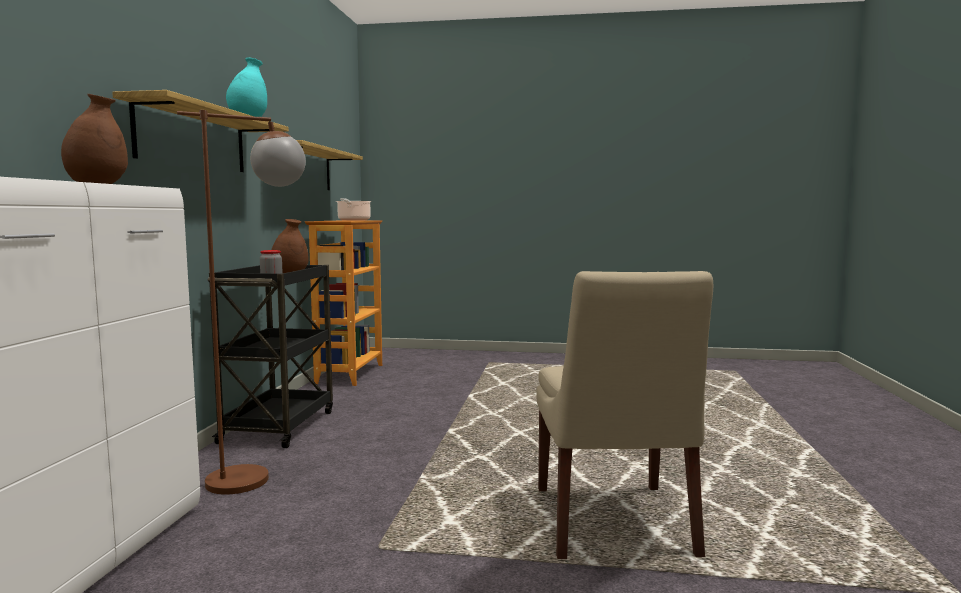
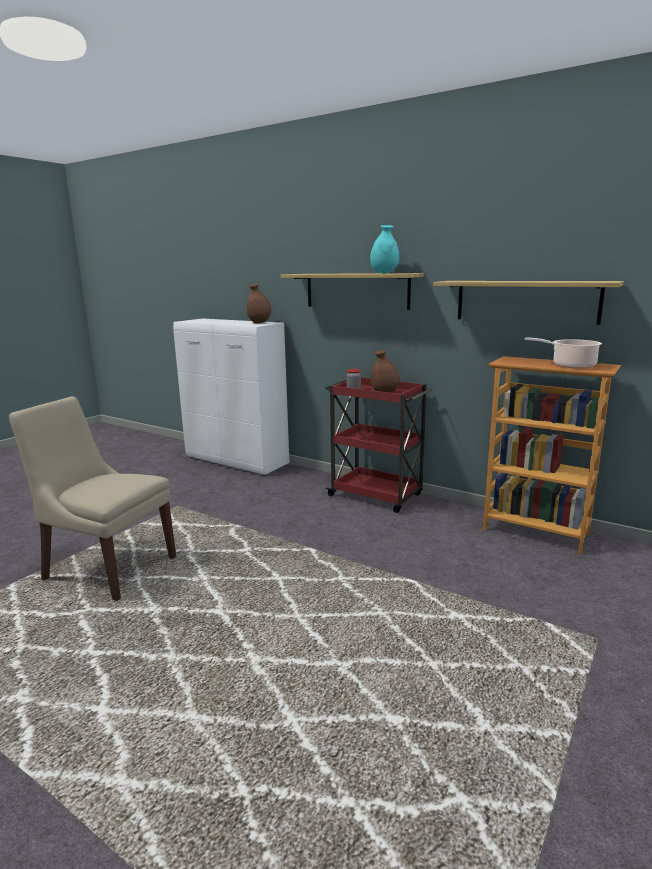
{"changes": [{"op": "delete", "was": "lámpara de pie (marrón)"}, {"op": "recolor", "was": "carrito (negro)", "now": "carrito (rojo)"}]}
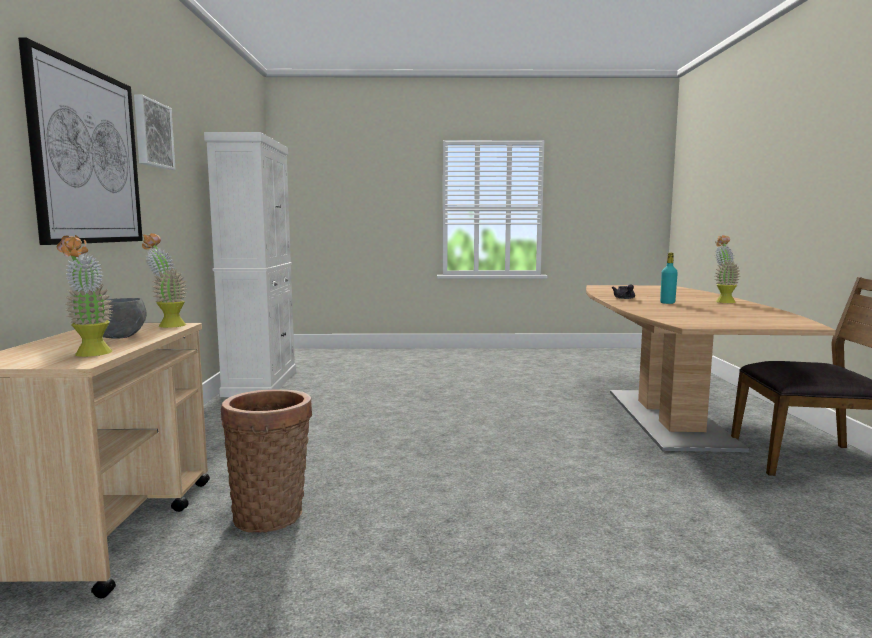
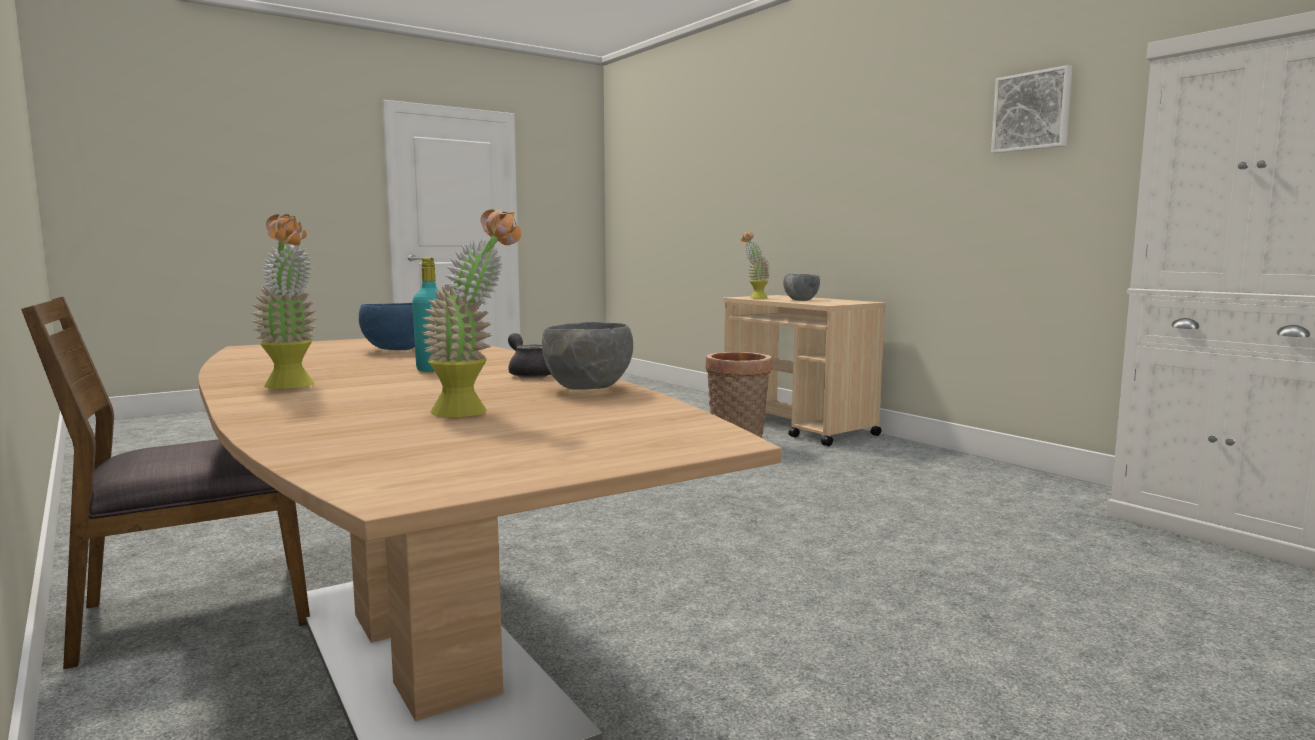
{"changes": [{"op": "delete", "was": "cuadro (1st from left)"}, {"op": "move", "was": "planta en maceta (2nd from left)"}, {"op": "insert", "now": "cuenco (azul)"}, {"op": "insert", "now": "cuenco (gris) (1st from left)"}]}
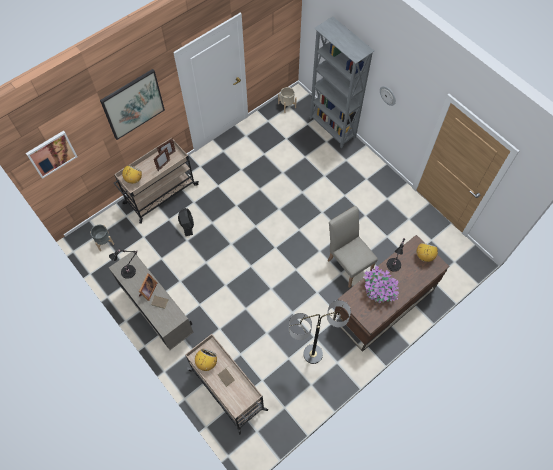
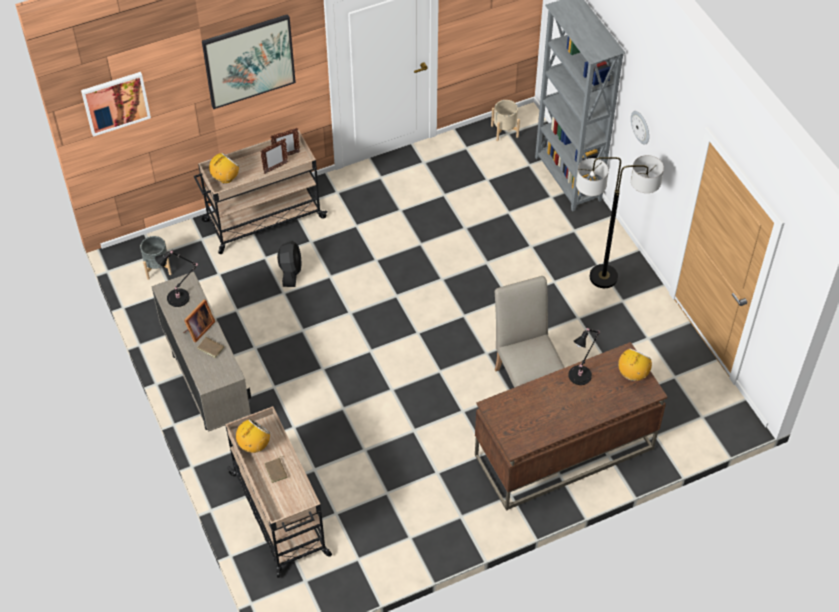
{"changes": [{"op": "move", "was": "lámpara de pie"}, {"op": "delete", "was": "planta en maceta"}]}
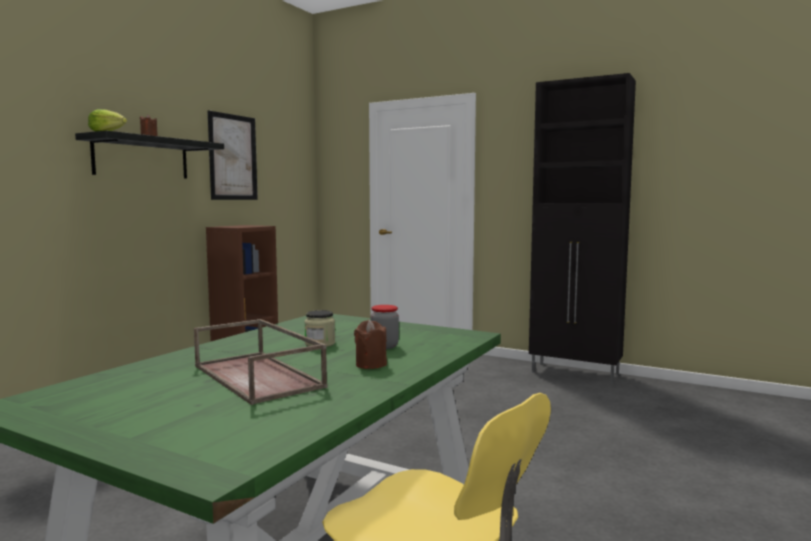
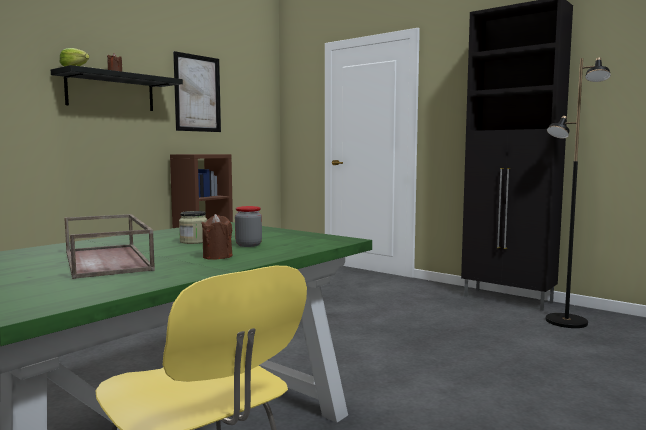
{"changes": [{"op": "insert", "now": "lámpara de pie (negro)"}]}
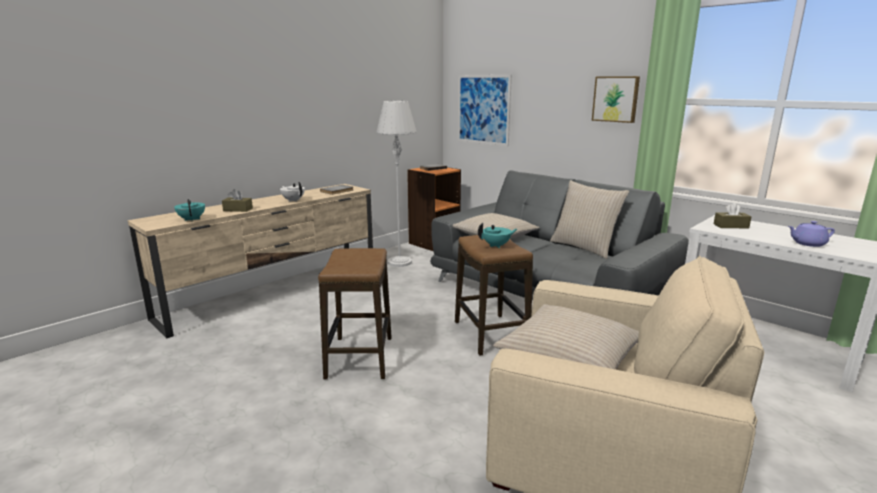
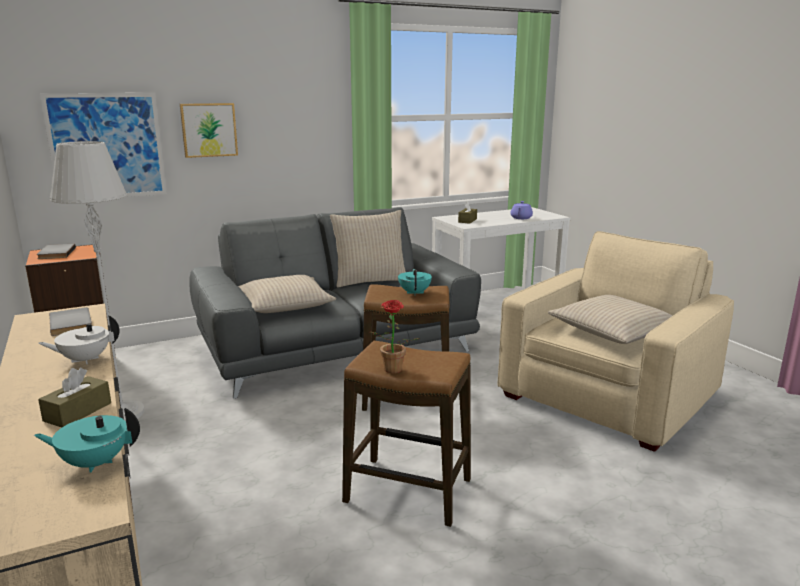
{"changes": [{"op": "move", "was": "cuadro (2nd from left)"}, {"op": "insert", "now": "planta en maceta"}]}
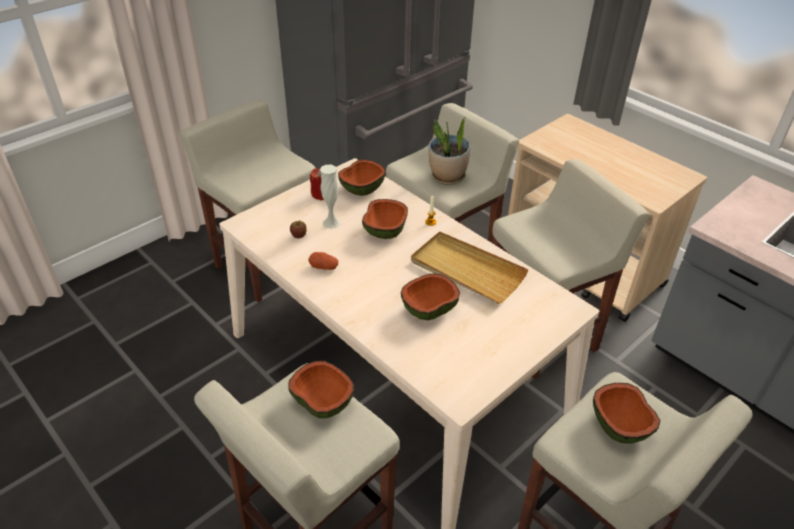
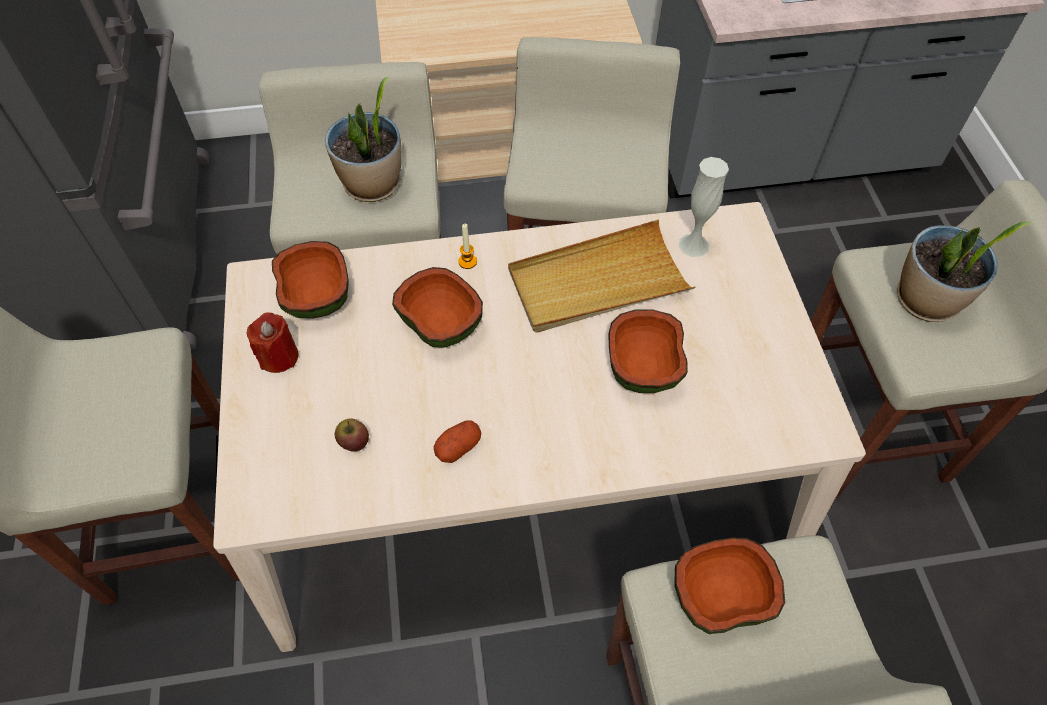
{"changes": [{"op": "move", "was": "florero (blanco)"}, {"op": "replace", "was": "cuenco (5th from left)", "now": "planta en maceta (2nd from left)"}]}
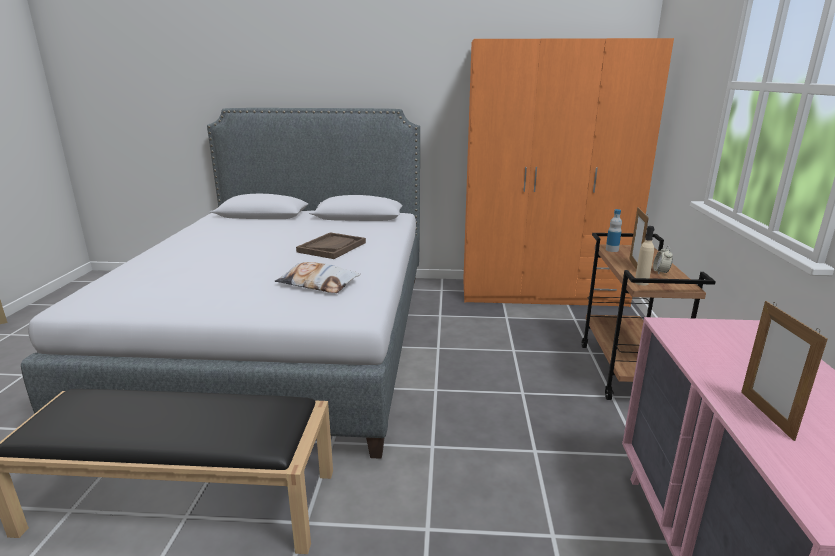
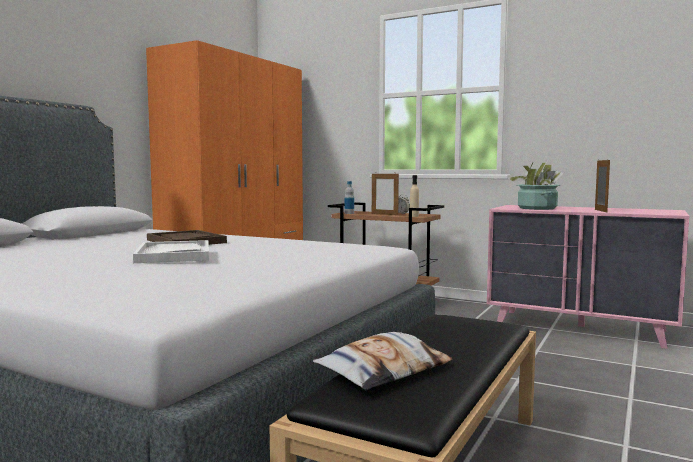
{"changes": [{"op": "move", "was": "cojín"}, {"op": "rotate", "was": "portarretratos (2nd from left)", "clockwise": -105}, {"op": "insert", "now": "bandeja (blanco)"}, {"op": "insert", "now": "planta en maceta"}]}
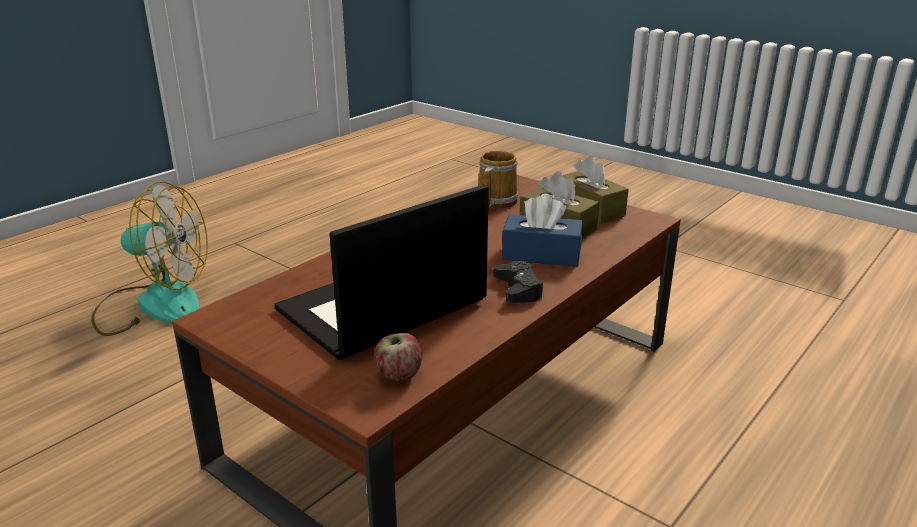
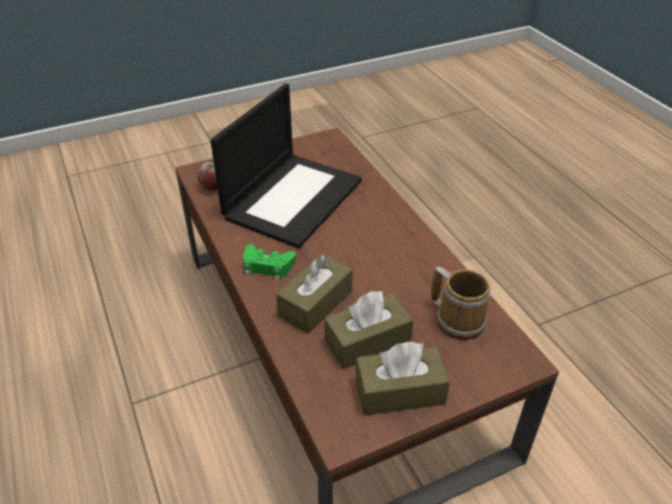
{"changes": [{"op": "delete", "was": "ventilador"}, {"op": "rotate", "was": "portátil", "clockwise": 45}, {"op": "recolor", "was": "mando de consola (negro)", "now": "mando de consola (verde)"}, {"op": "recolor", "was": "caja de pañuelos (azul)", "now": "caja de pañuelos (marrón) (1st from left)"}]}
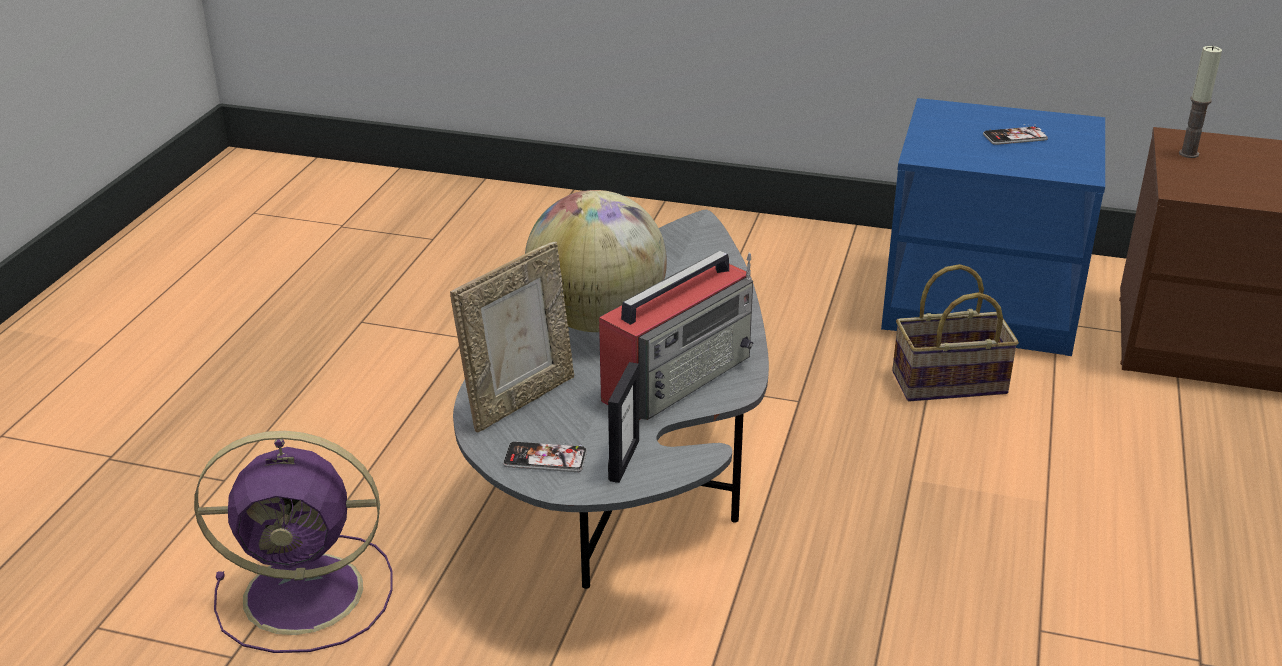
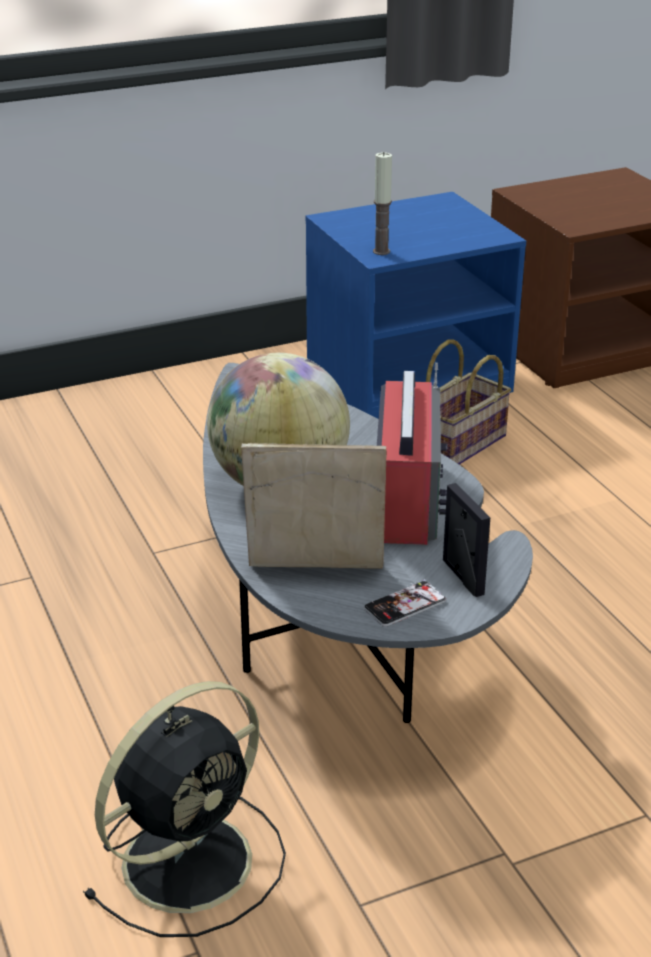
{"changes": [{"op": "recolor", "was": "ventilador (morado)", "now": "ventilador (negro)"}, {"op": "rotate", "was": "portarretratos (1st from left)", "clockwise": -90}, {"op": "delete", "was": "móvil (2nd from left)"}, {"op": "move", "was": "vela"}]}
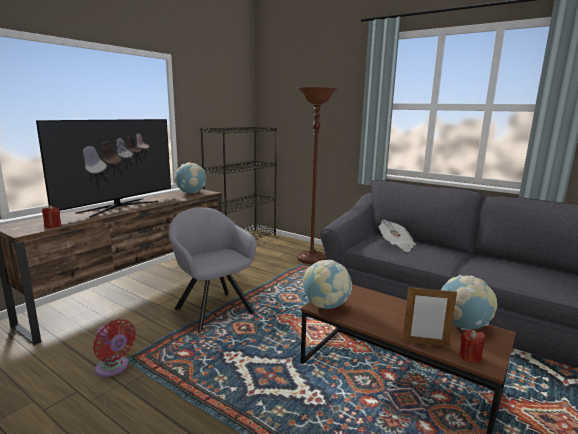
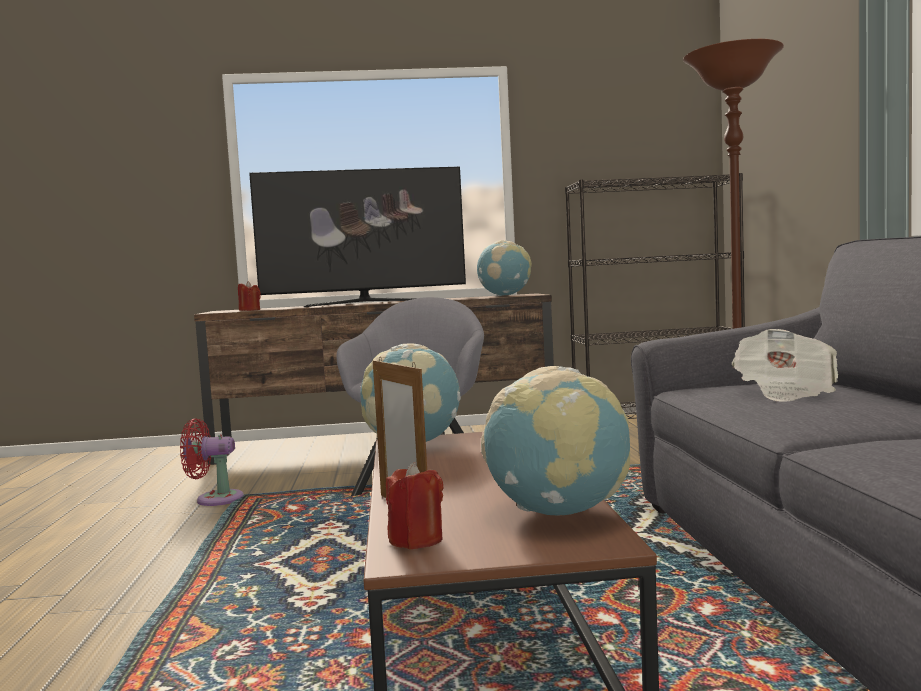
{"changes": [{"op": "rotate", "was": "ventilador (rojo)", "clockwise": 90}]}
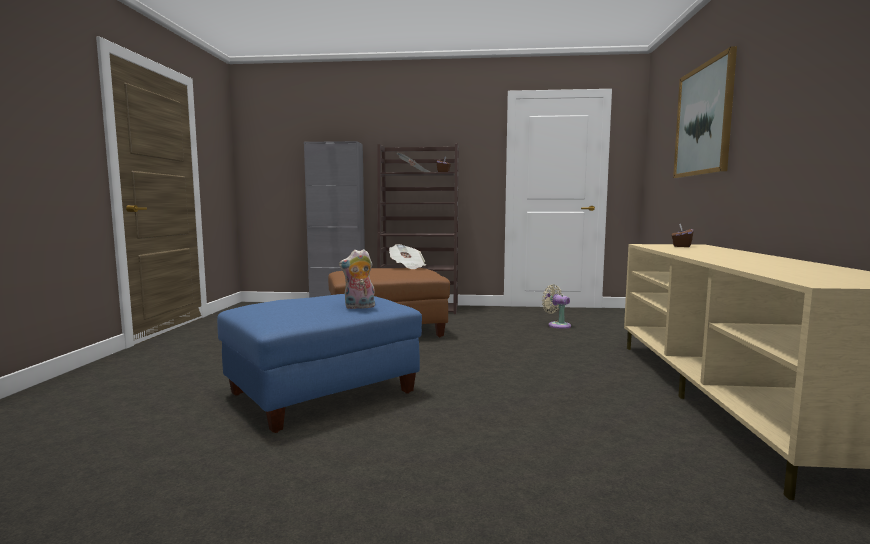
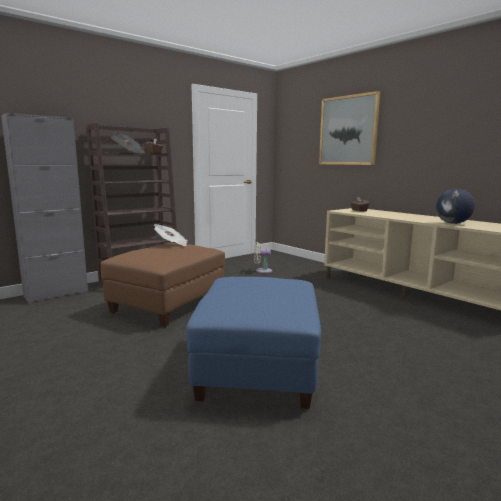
{"changes": [{"op": "delete", "was": "peluche"}, {"op": "insert", "now": "globo terráqueo"}]}
